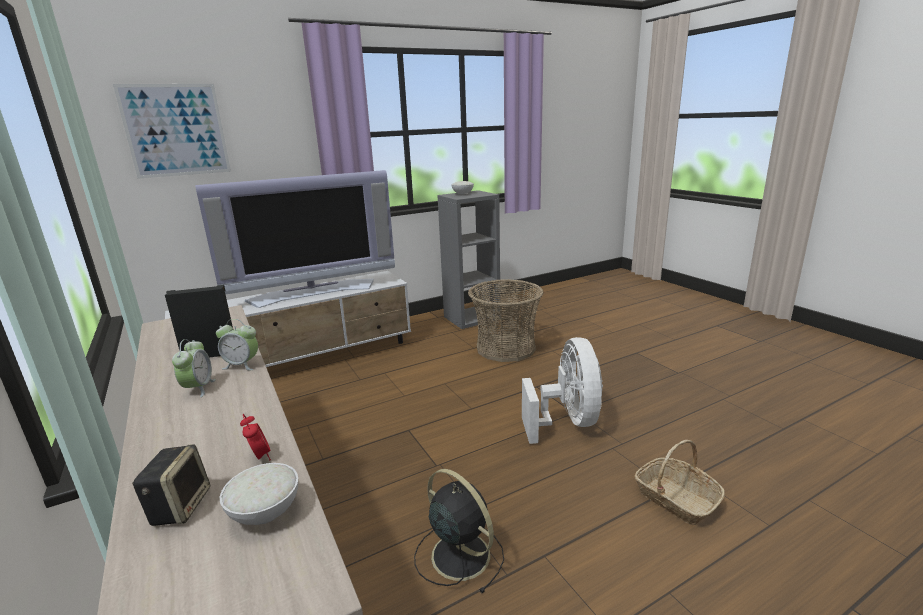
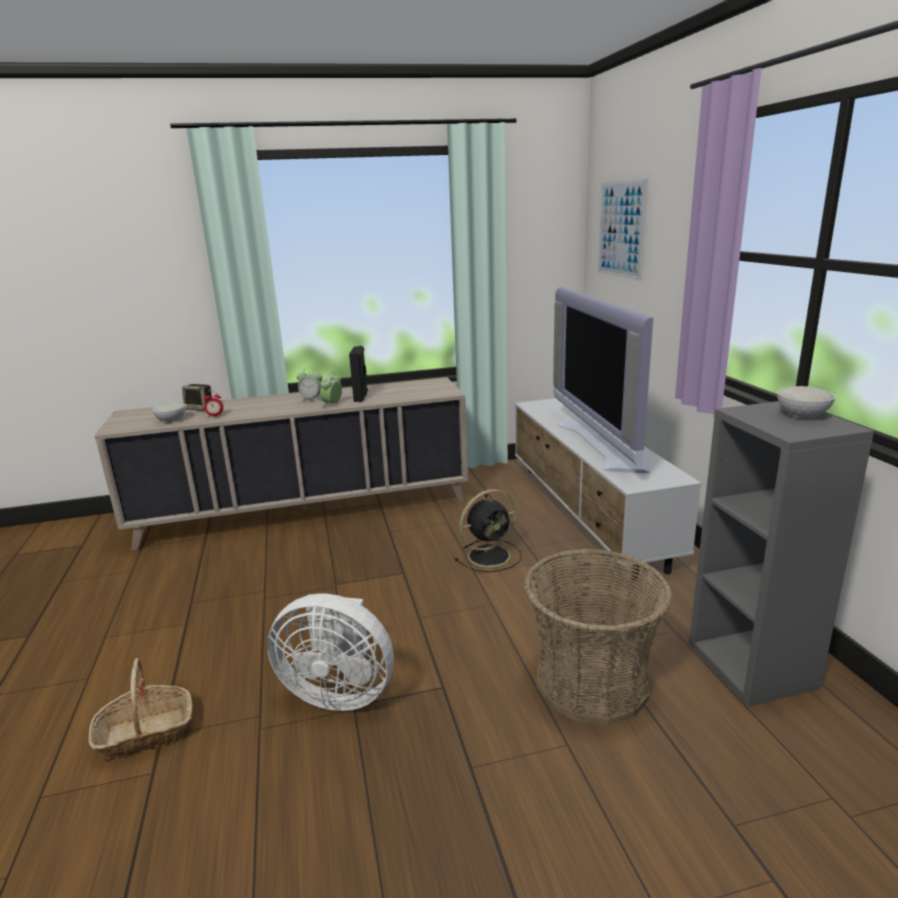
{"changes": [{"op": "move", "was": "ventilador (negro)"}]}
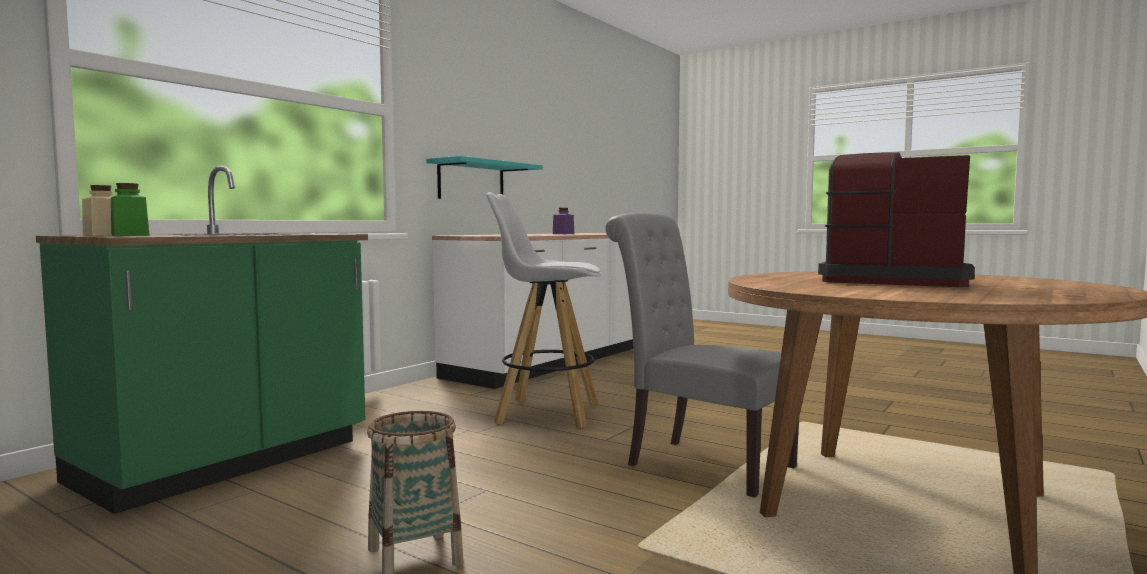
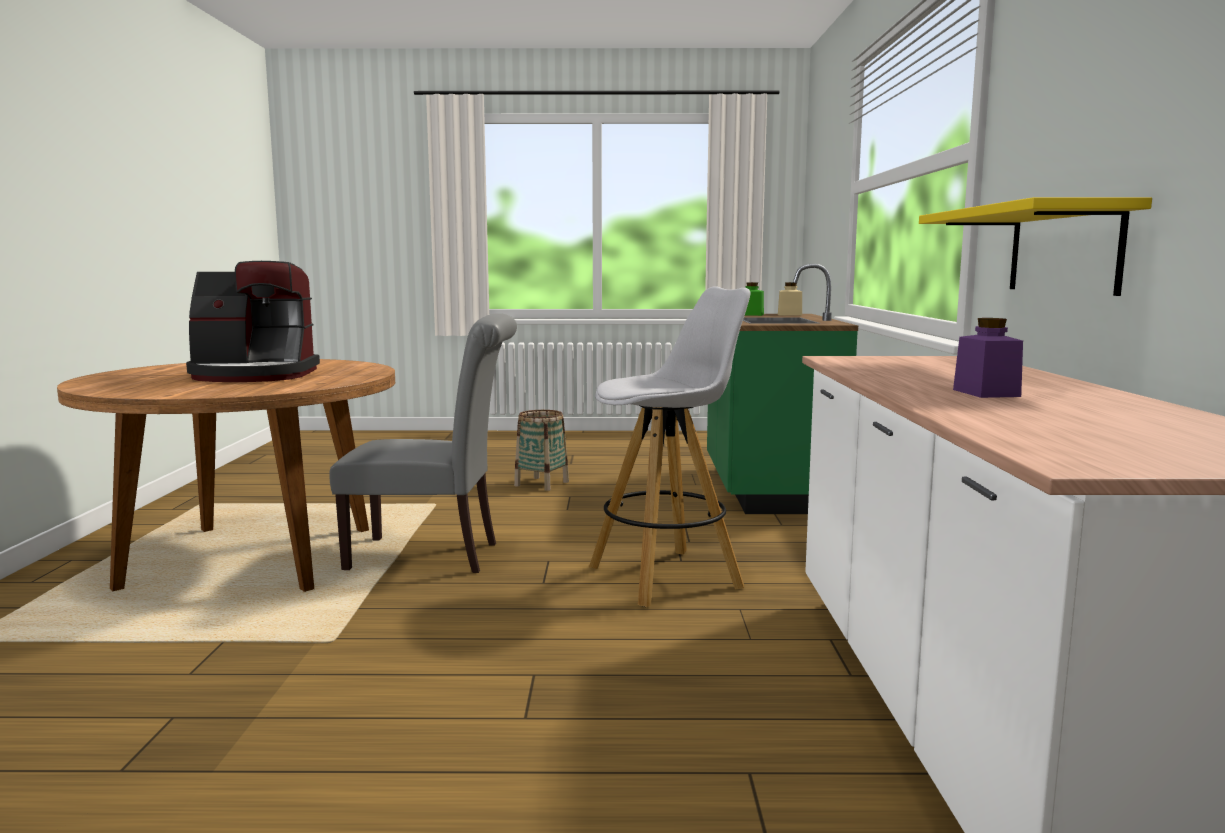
{"changes": [{"op": "recolor", "was": "estante (turquesa)", "now": "estante (amarillo)"}]}
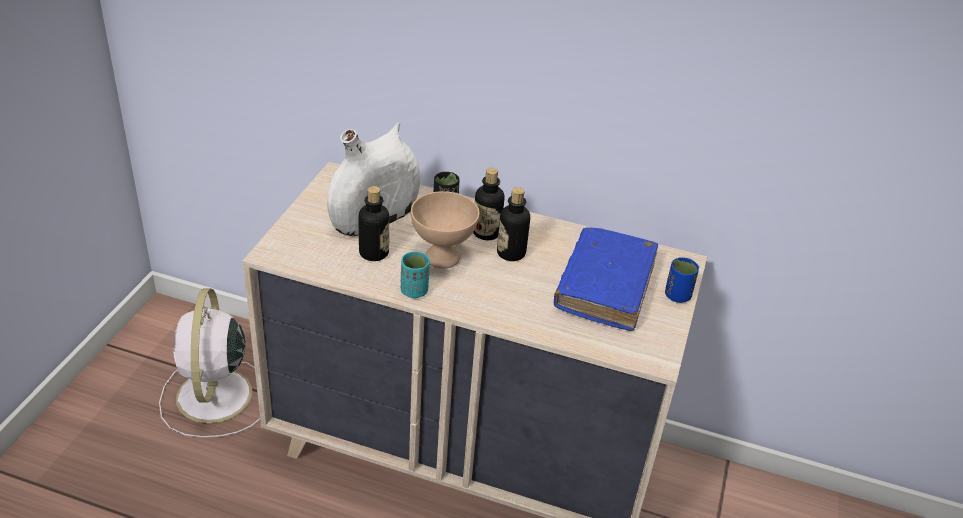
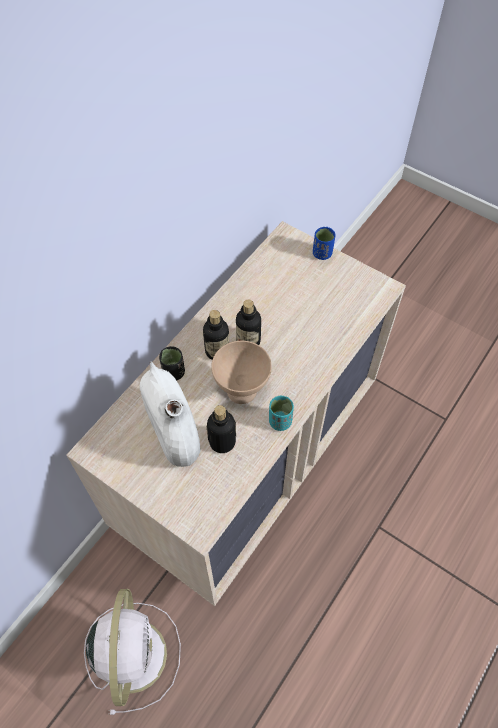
{"changes": [{"op": "rotate", "was": "ventilador (blanco)", "clockwise": -105}, {"op": "delete", "was": "libro (azul)"}]}
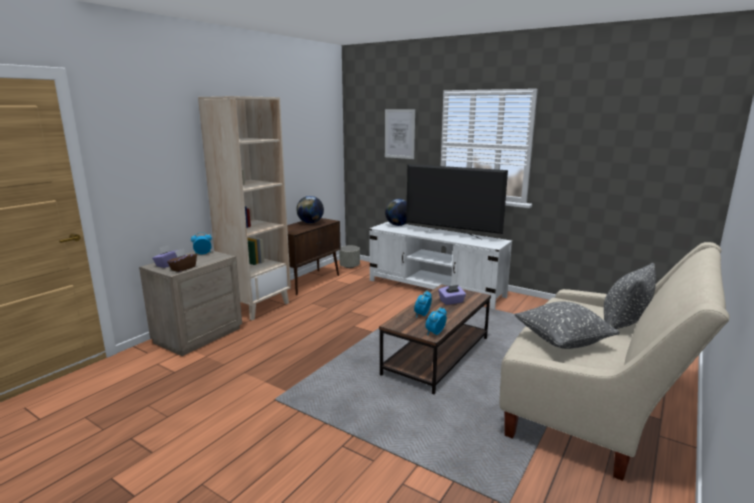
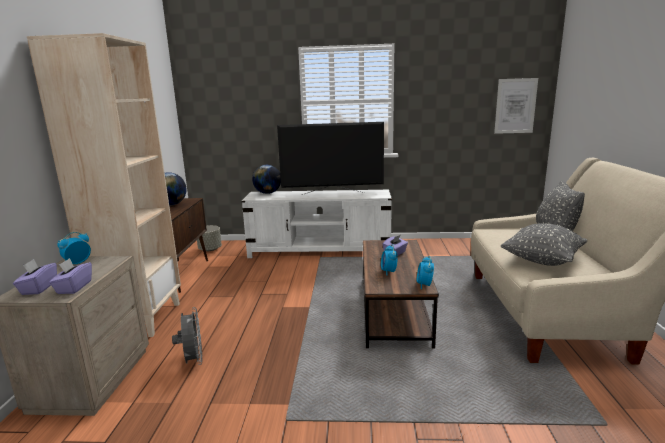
{"changes": [{"op": "recolor", "was": "caja de pañuelos (marrón)", "now": "caja de pañuelos (morado) (2nd from left)"}, {"op": "move", "was": "cuadro"}, {"op": "insert", "now": "ventilador (gris)"}]}
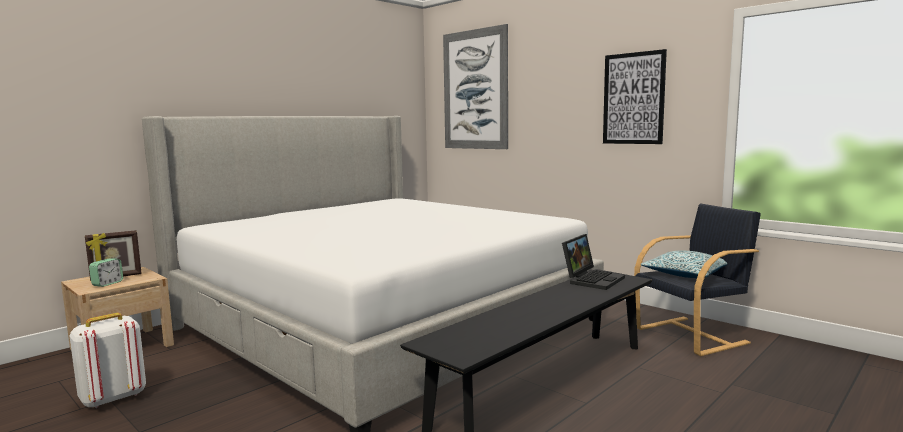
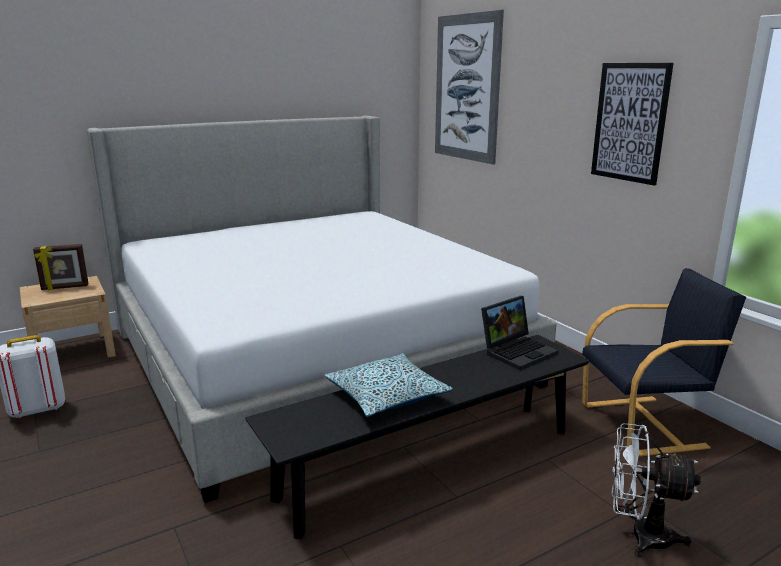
{"changes": [{"op": "delete", "was": "despertador"}, {"op": "move", "was": "cojín"}, {"op": "insert", "now": "ventilador (blanco)"}]}
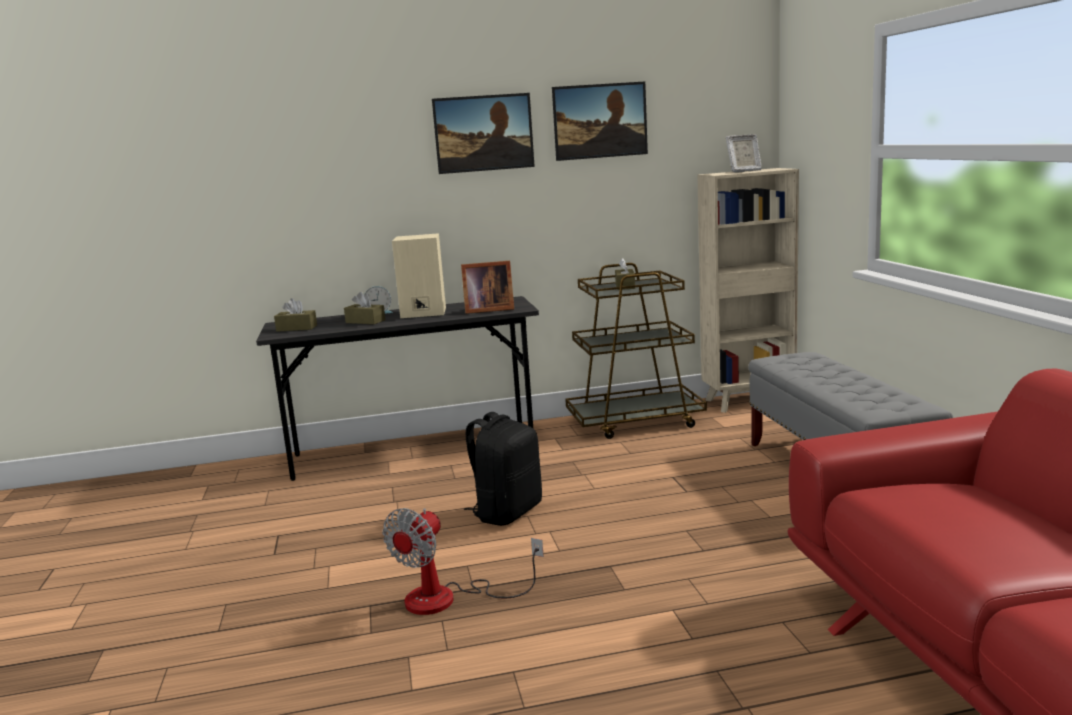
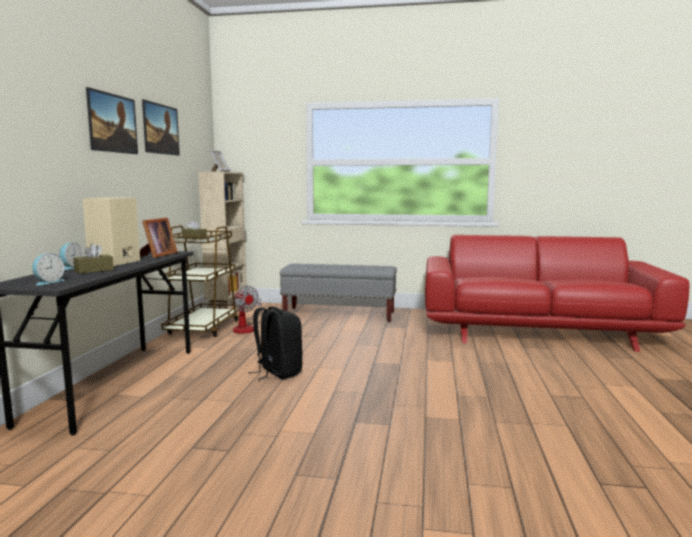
{"changes": [{"op": "replace", "was": "caja de pañuelos (marrón) (1st from left)", "now": "despertador (1st from left)"}, {"op": "move", "was": "ventilador"}]}
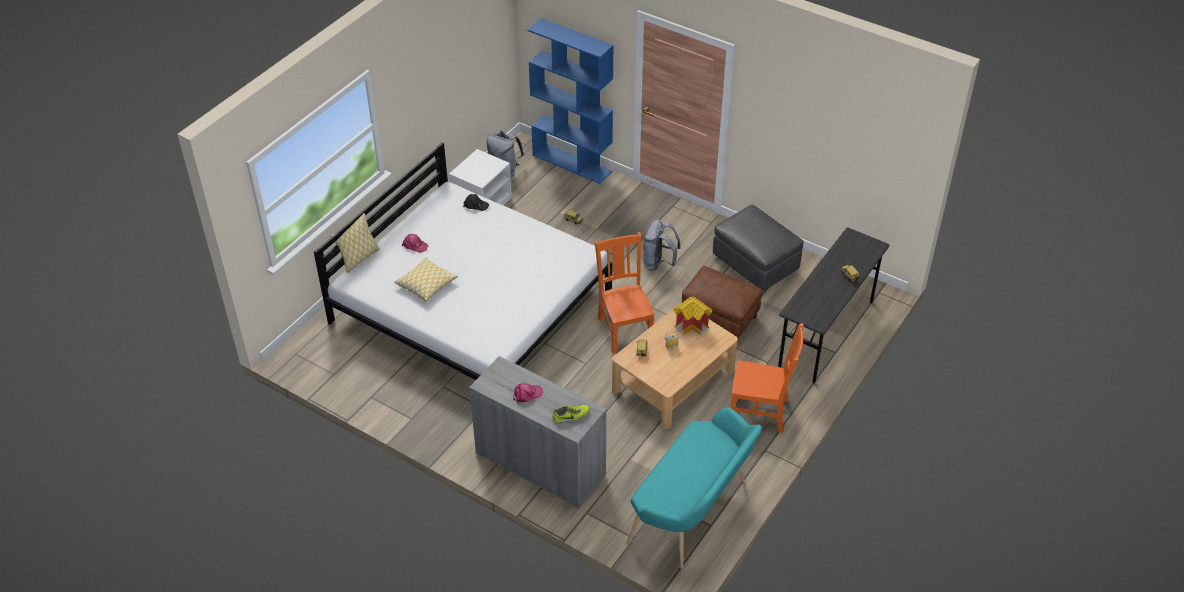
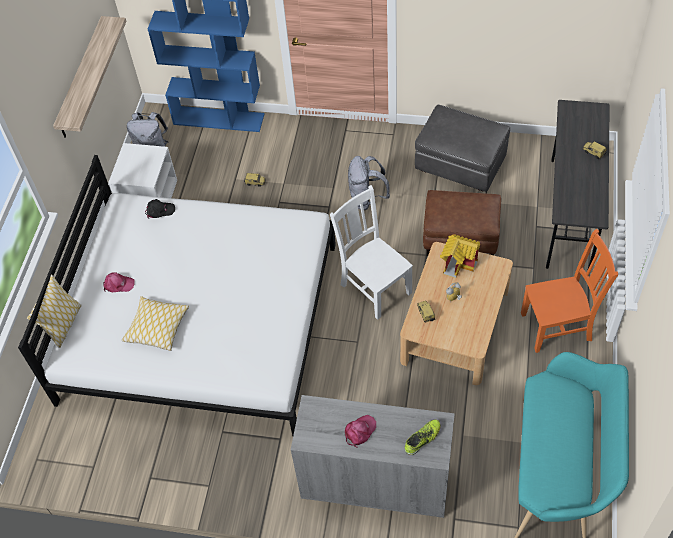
{"changes": [{"op": "recolor", "was": "silla (naranja) (1st from left)", "now": "silla (blanco)"}, {"op": "insert", "now": "estante"}]}
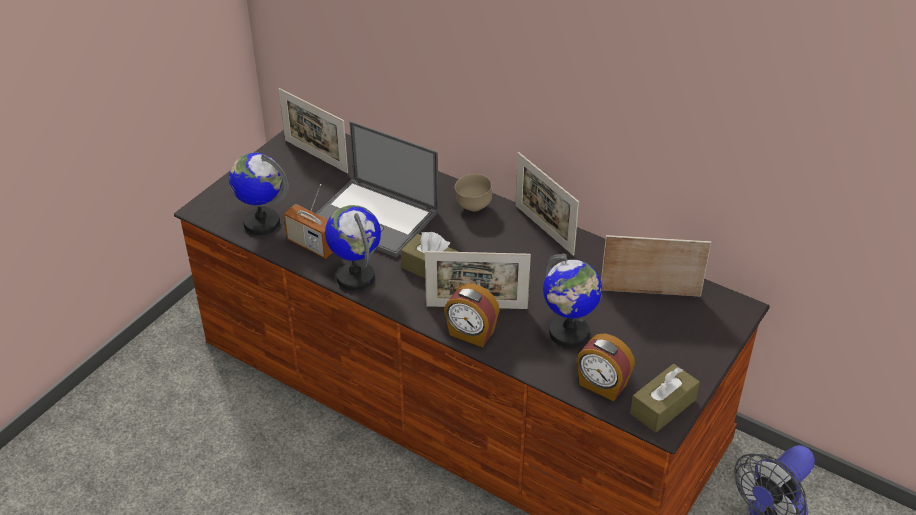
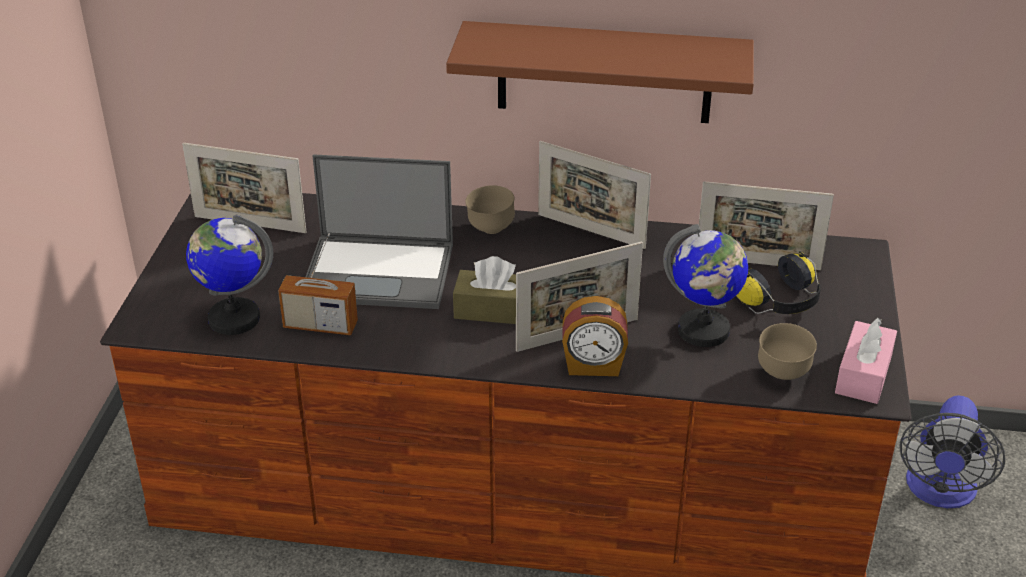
{"changes": [{"op": "delete", "was": "globo terráqueo (2nd from left)"}, {"op": "replace", "was": "despertador (2nd from left)", "now": "cuenco (marrón) (2nd from left)"}, {"op": "rotate", "was": "portarretratos (4th from left)", "clockwise": -150}, {"op": "recolor", "was": "caja de pañuelos (marrón) (2nd from left)", "now": "caja de pañuelos (rosa)"}, {"op": "insert", "now": "estante (marrón)"}, {"op": "insert", "now": "auriculares"}]}
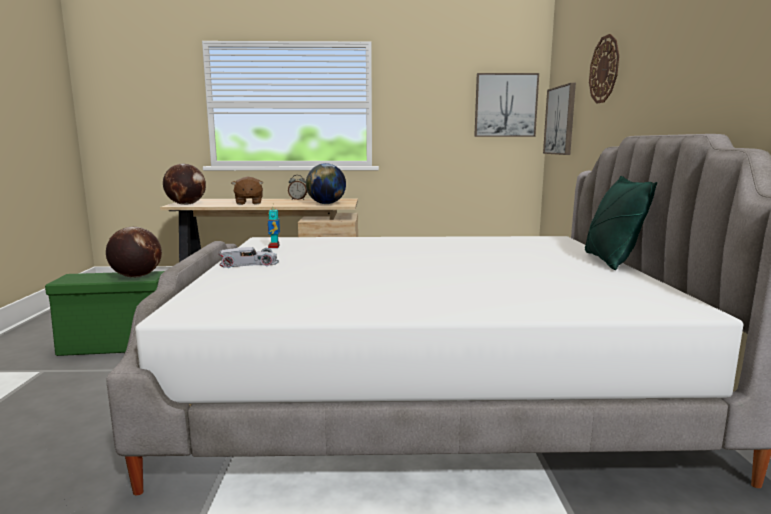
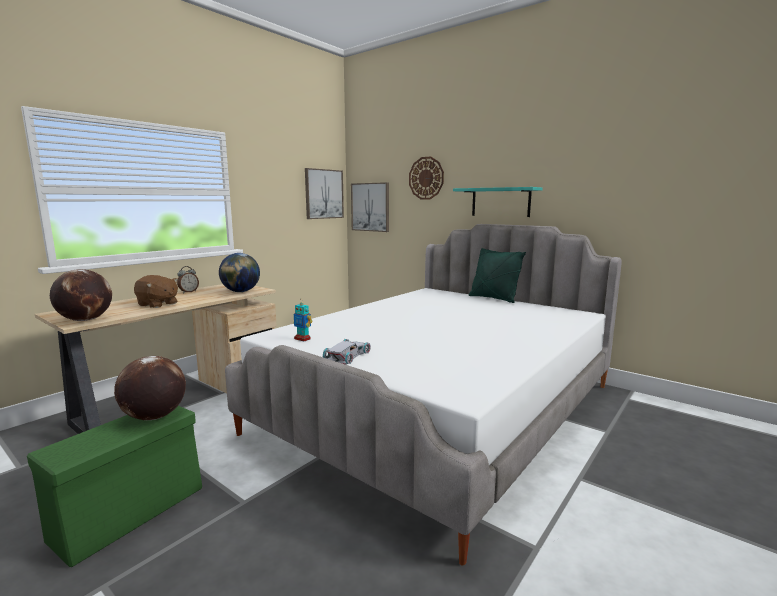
{"changes": [{"op": "insert", "now": "estante (turquesa)"}]}
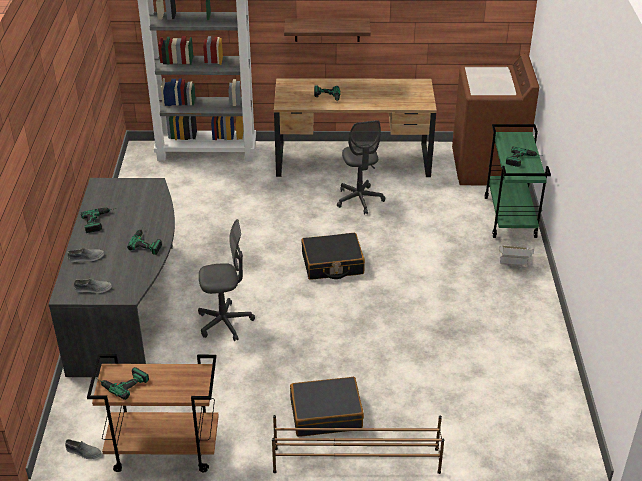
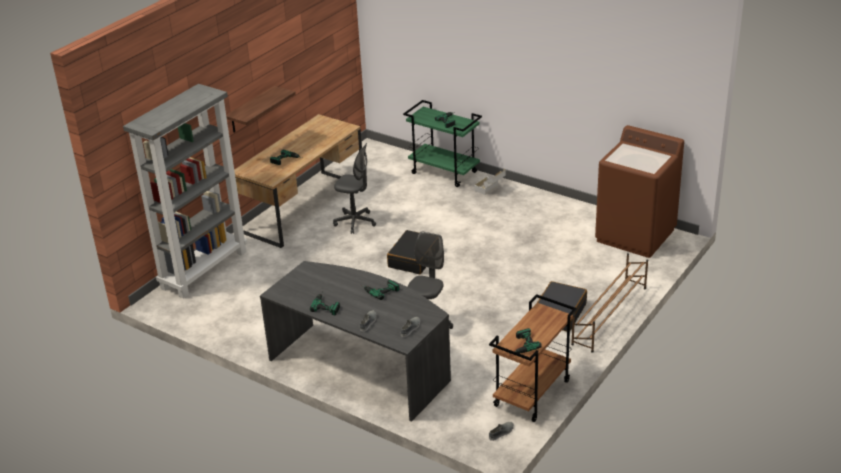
{"changes": [{"op": "move", "was": "lavadora (marrón)"}]}
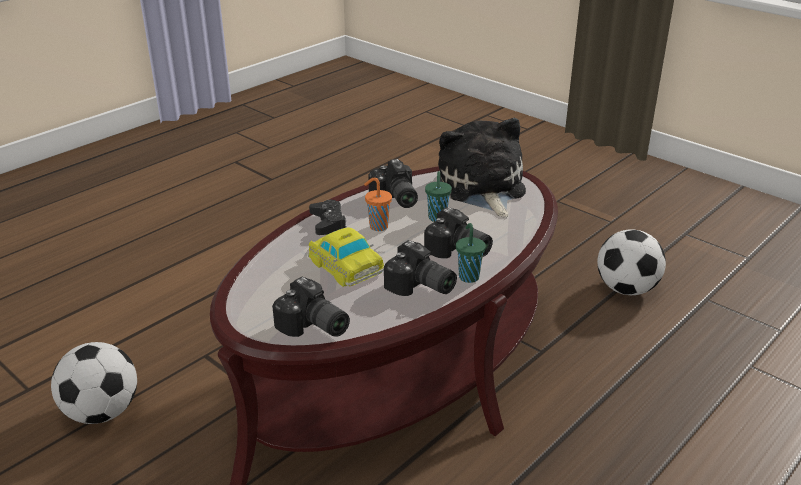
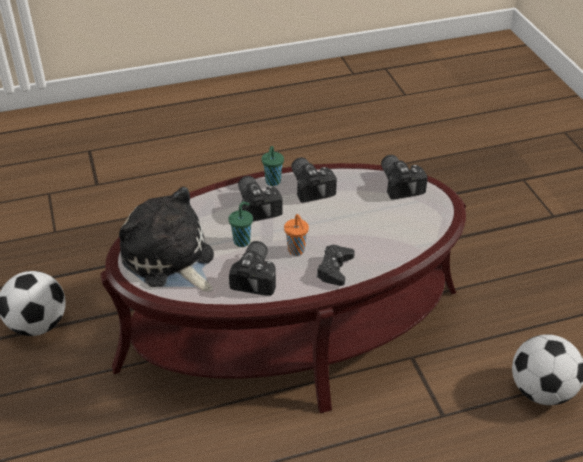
{"changes": [{"op": "delete", "was": "coche de juguete"}, {"op": "rotate", "was": "peluche", "clockwise": 120}]}
